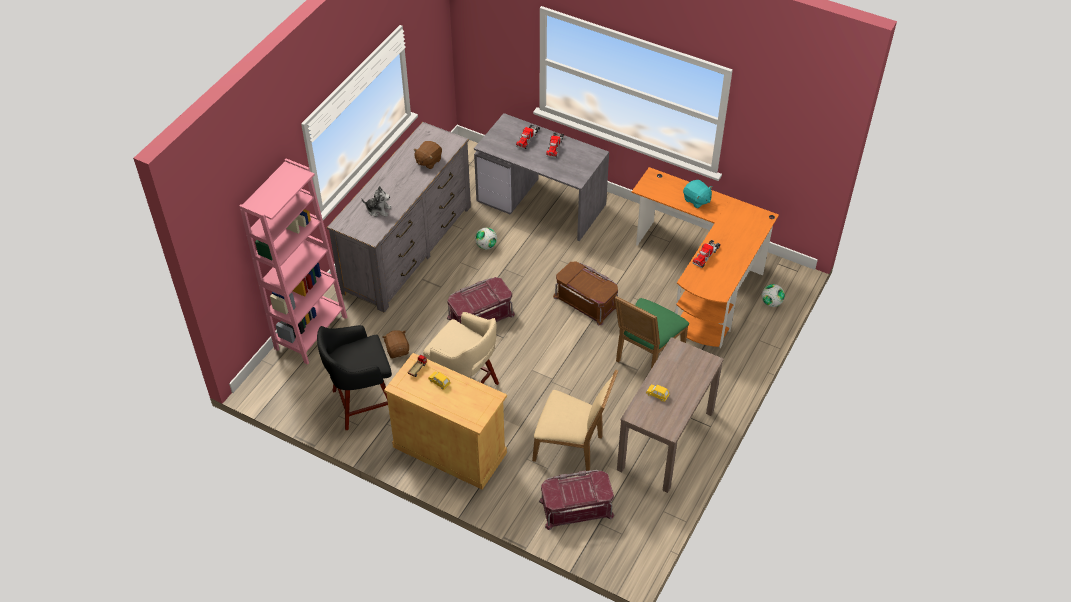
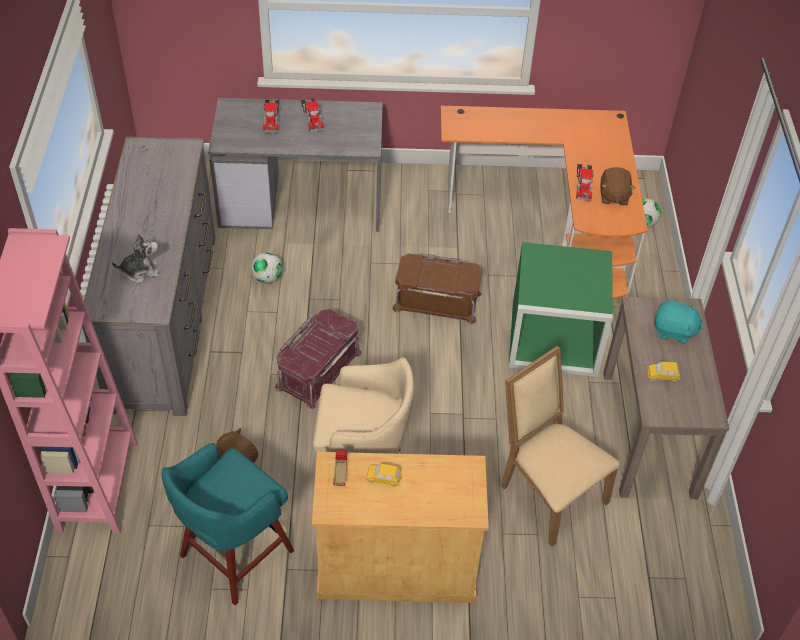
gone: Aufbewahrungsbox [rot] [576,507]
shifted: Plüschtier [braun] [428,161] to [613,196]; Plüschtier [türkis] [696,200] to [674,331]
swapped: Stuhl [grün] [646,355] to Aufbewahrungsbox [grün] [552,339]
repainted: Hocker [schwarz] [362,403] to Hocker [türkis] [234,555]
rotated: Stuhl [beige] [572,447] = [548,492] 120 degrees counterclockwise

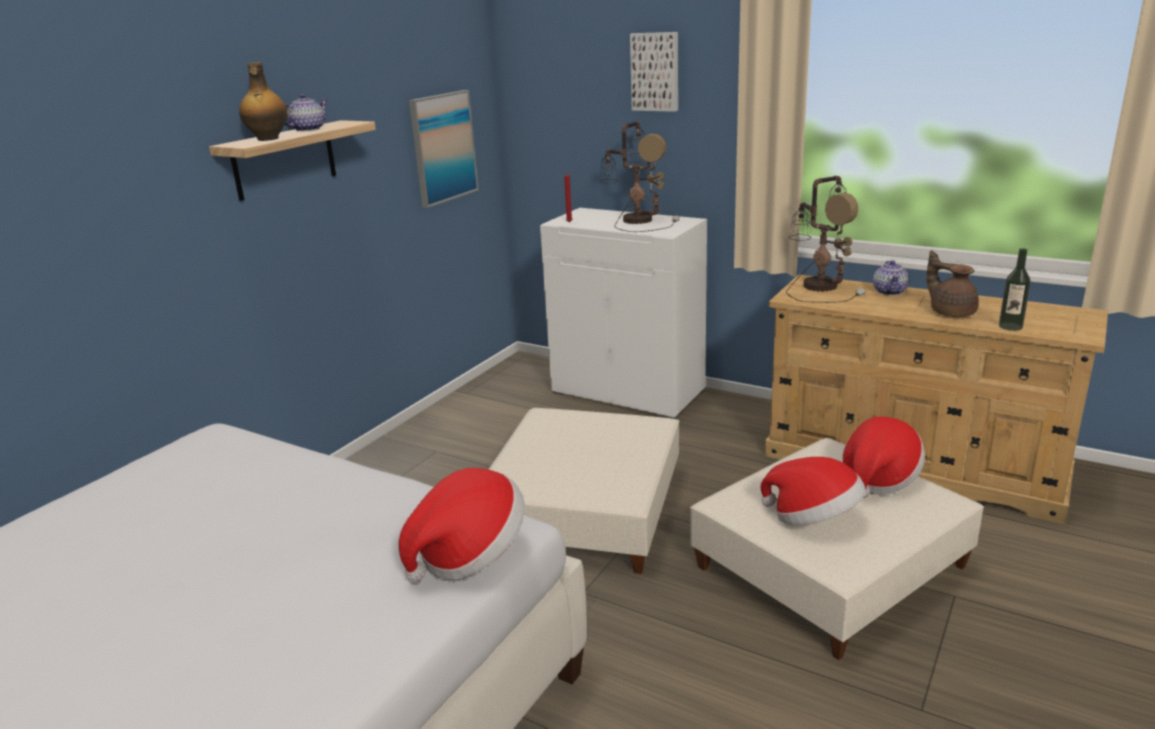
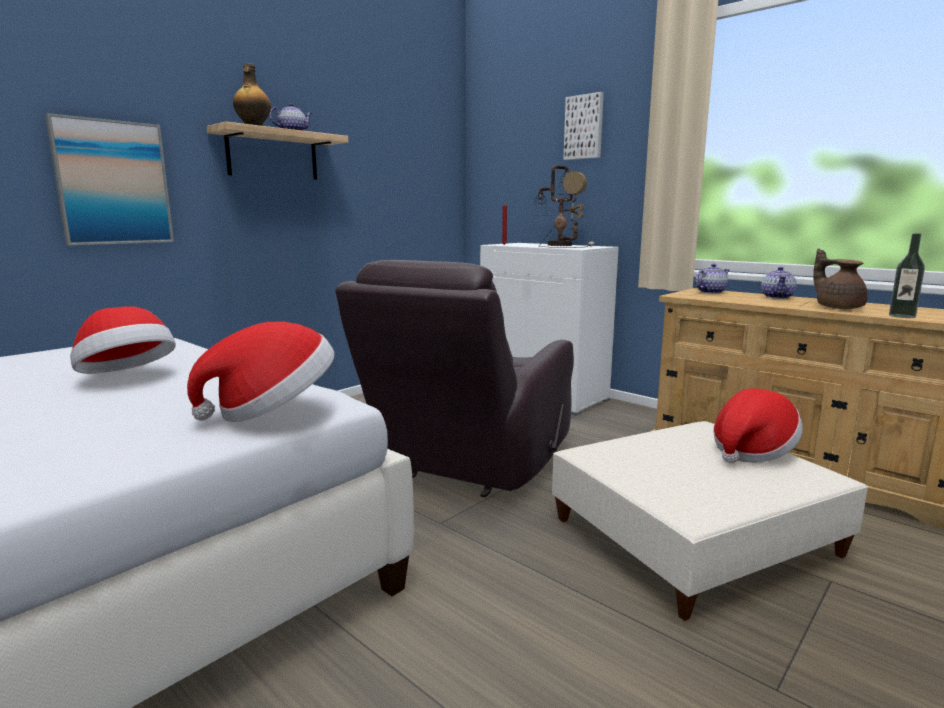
shifted: Bild [443,147] to [113,183]; Hut [813,518] to [127,377]
swapped: Tischlampe [819,285] to Teekanne [710,292]; Polsterhocker [beige] [584,511] to Sessel [braun] [470,465]

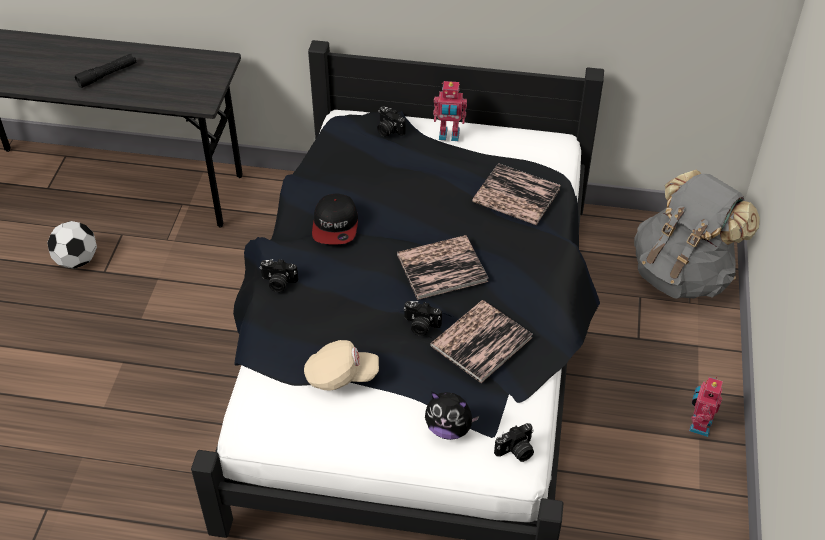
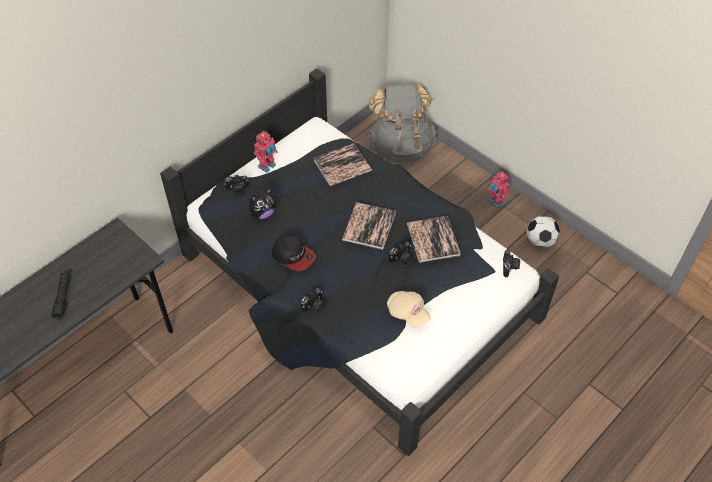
shifted: Fußball [77,261] to [540,241]; Plüschtier [449,429] to [262,213]
rotated: Kappe [beige] [341,376] = [407,313] 105 degrees clockwise

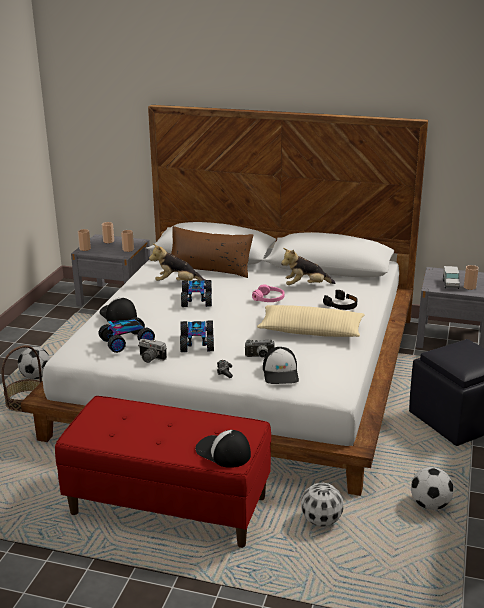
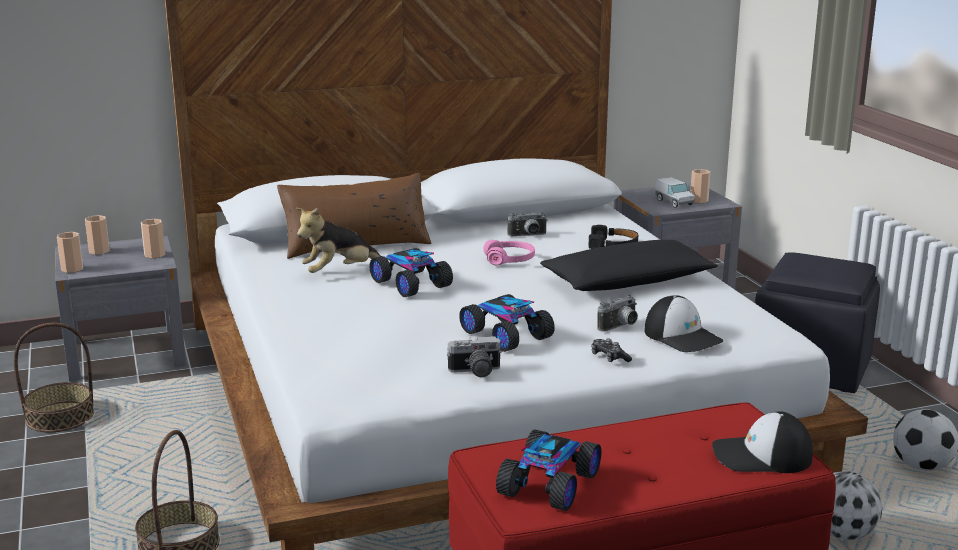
gone: Kappe [118,315]; Fußball [36,376]
new: Korb [60,417]
shifted: Spielzeugauto [127,342] to [551,484]
swapped: Plüschtier [306,286] to Kamera [528,236]
repainted: Kissen [beige] [311,331] to Kissen [schwarz] [628,282]

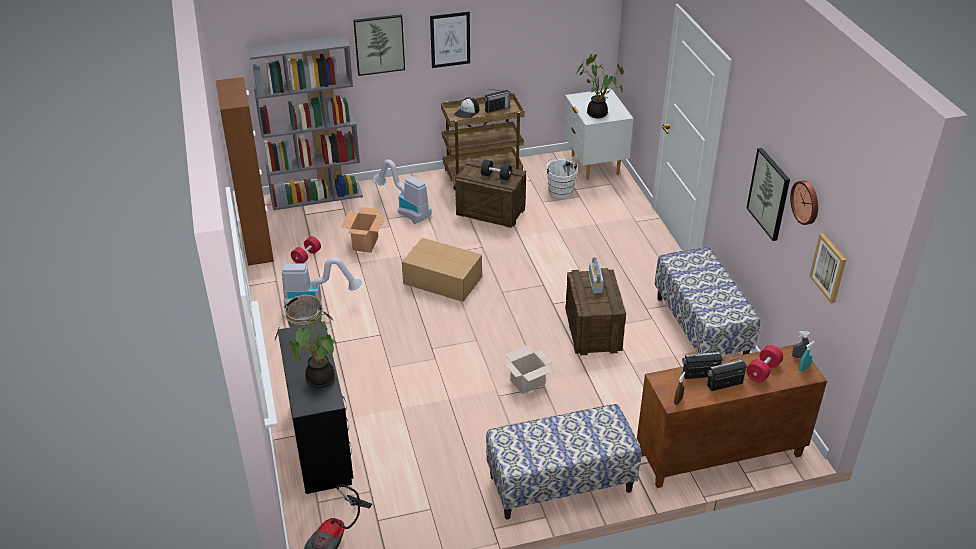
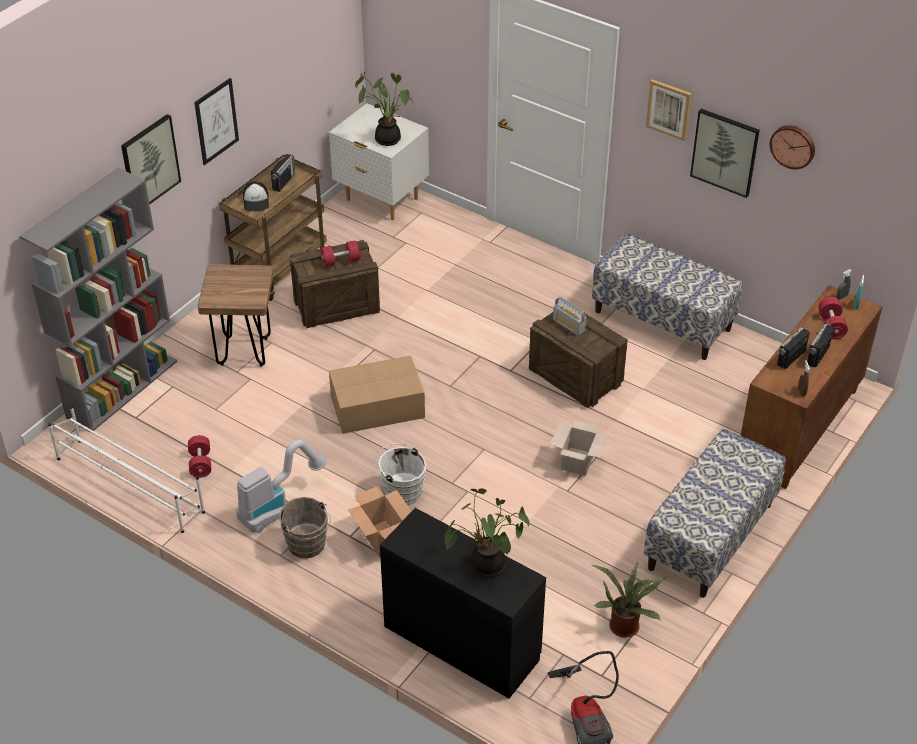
new: Topfpflanze [625,624]
shifted: Eimer [weiß] [560,190] to [400,490]; Karton [365,243] to [382,538]; Bild [829,267] to [669,109]
swapped: Schrank [braun] [258,247] to Schuhregal [weiß] [129,484]; Staubsauger [405,210] to Hocker [braun] [244,352]
repainted: Hantel [schwarz] [496,176] to Hantel [rot] [340,261]

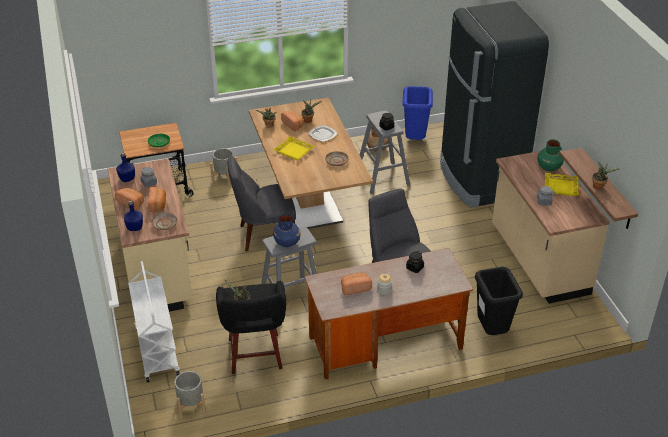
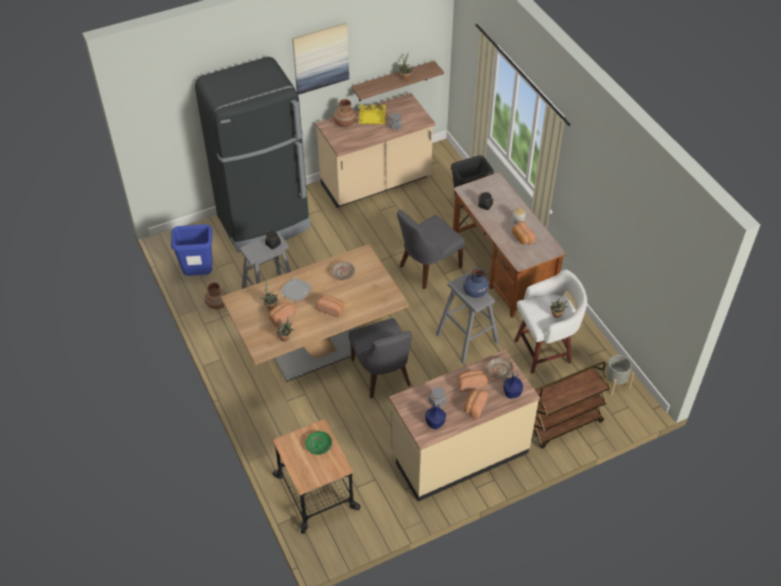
gone: Pflanzkübel [grau] [224,177]
new: Bild [320,58]
swapped: Tablett [gelb] [293,151] to Brot [331,309]
repainted: Vase [grün] [549,167] to Vase [braun] [344,123]; Rollwagen [weiß] [156,350] to Rollwagen [braun] [563,424]; Hocker [schwarz] [255,355] to Hocker [weiß] [544,351]

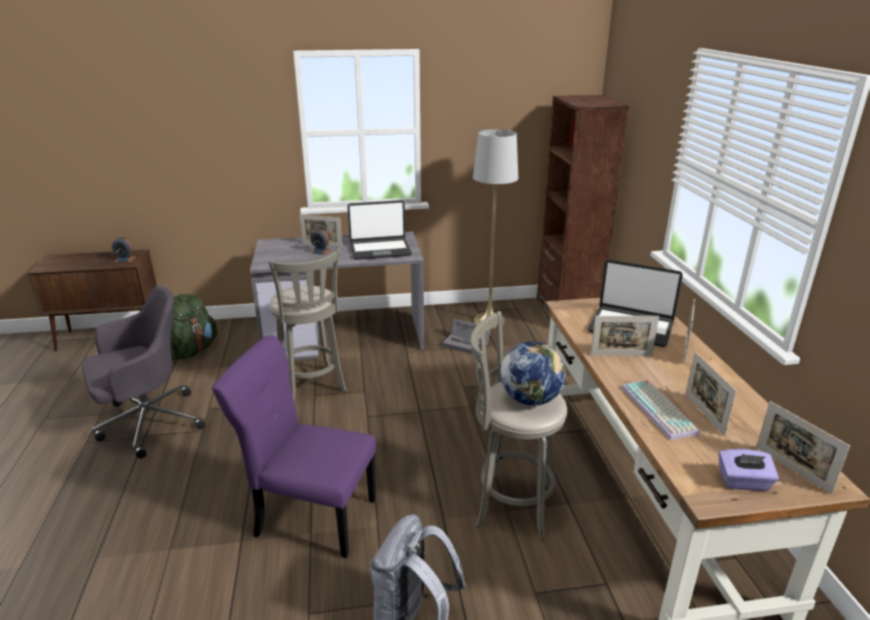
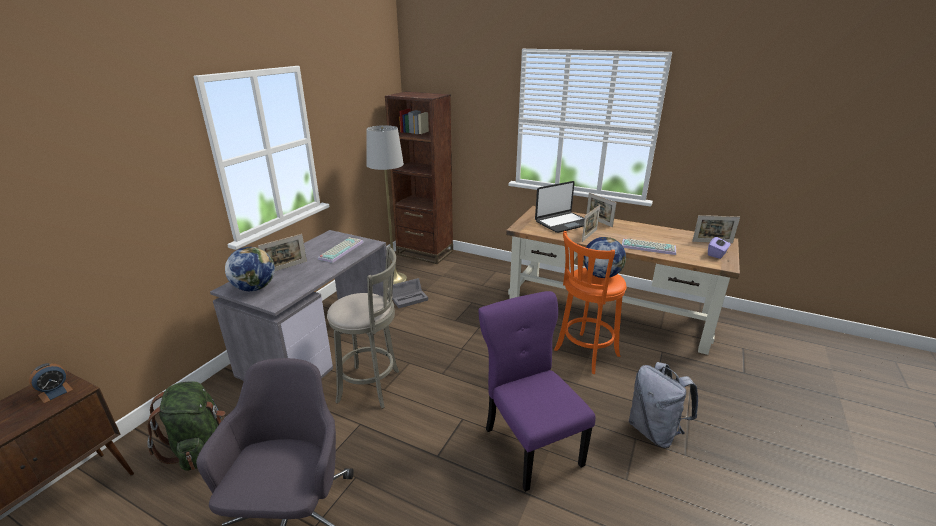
gone: Wecker [321,251]; Bilderrahmen [704,413]
new: Globus [254,288]
swapped: Laptop [380,250] to Tastatur [341,250]
repainted: Hocker [grau] [510,505] to Hocker [orange] [584,354]
rotated: Stuhl [lila] [311,516] = [530,443] 105 degrees clockwise

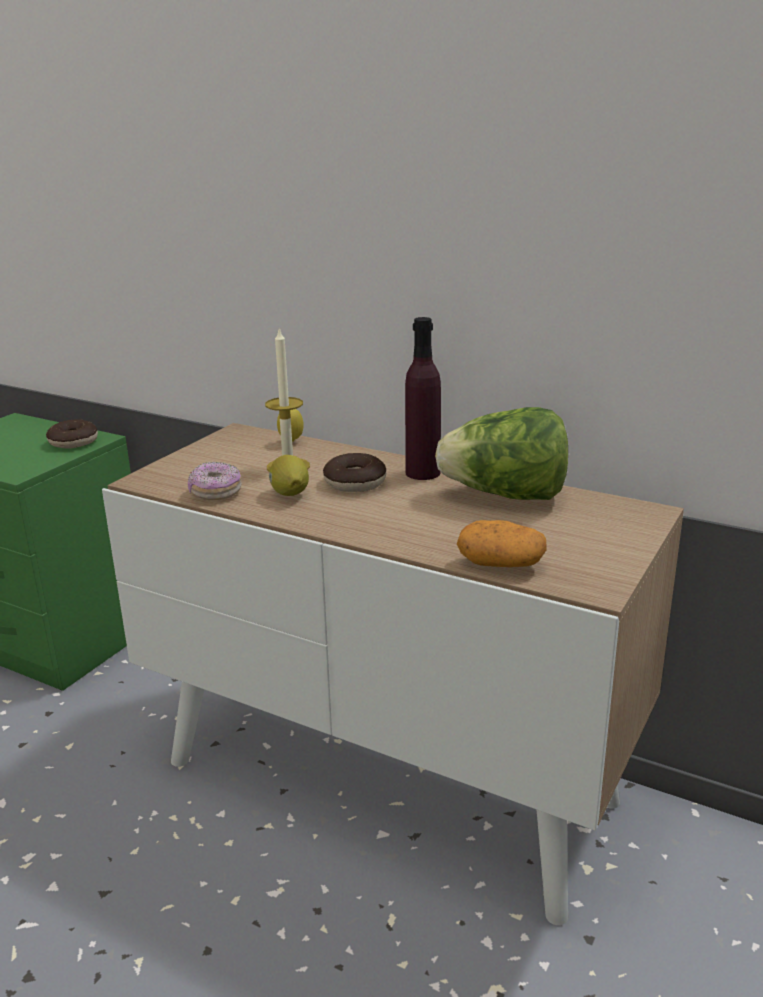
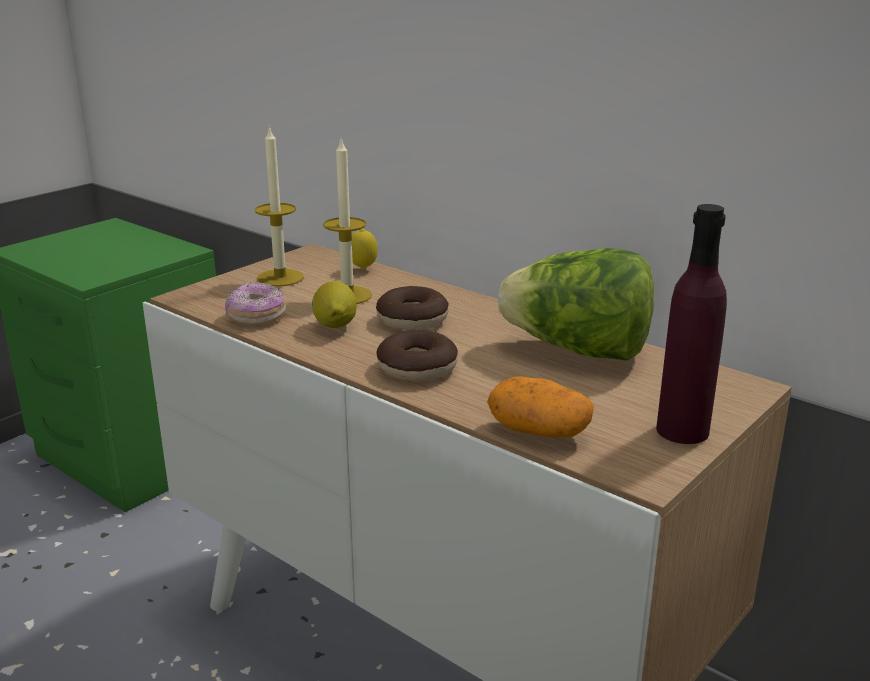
new: Kerze [280,278]
shifted: Flasche [lila] [423,473] to [682,430]; Donut [73,442] to [417,368]

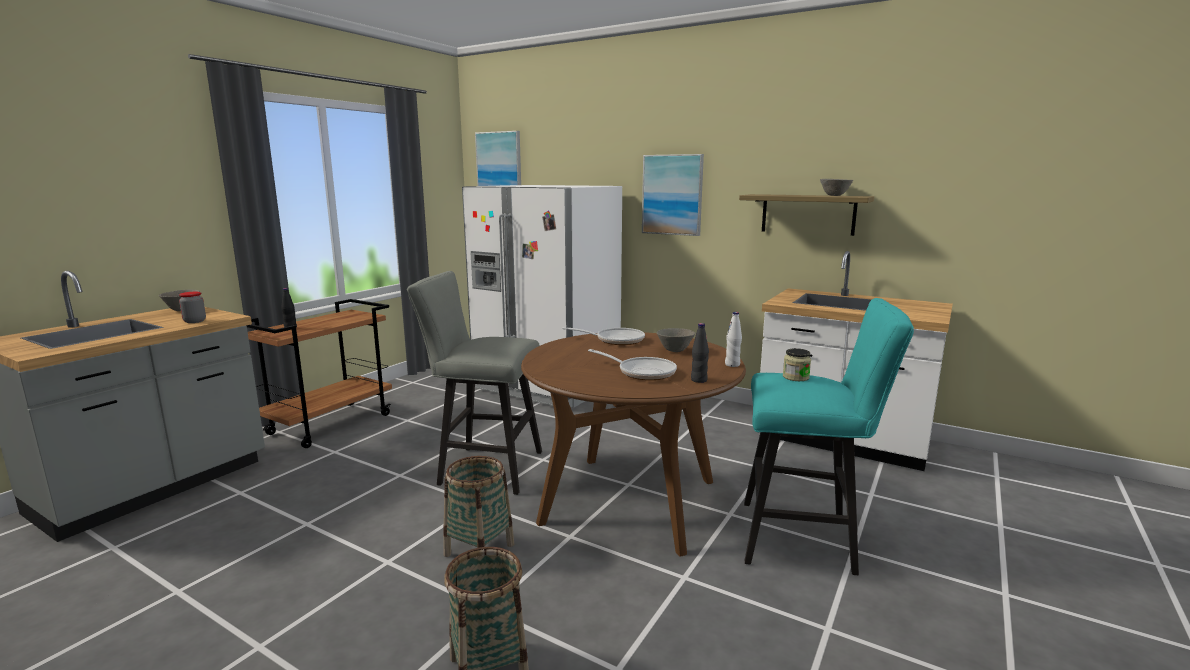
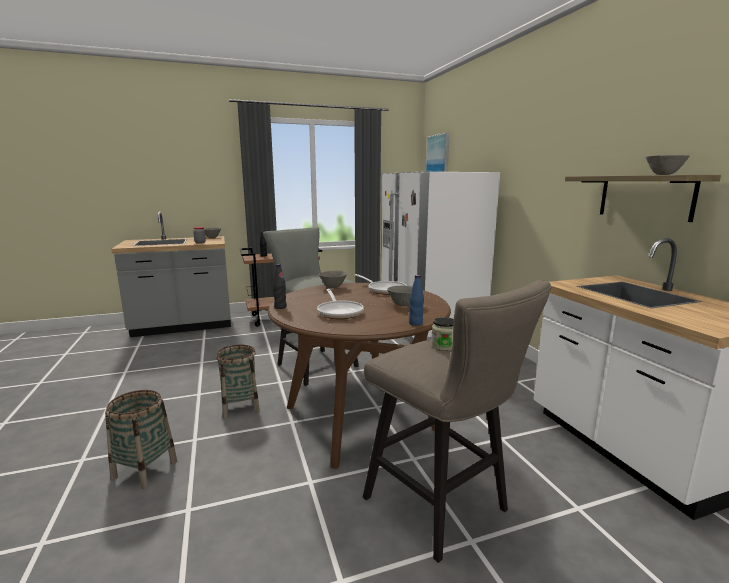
gone: Bild [672,195]
new: Schüssel [grau] [333,287]
shifted: Flasche [schwarz] [699,380] to [280,307]
repainted: Hocker [türkis] [806,539] to Hocker [beige] [443,508]; Flasche [weiß] [732,364] to Flasche [blau] [416,323]

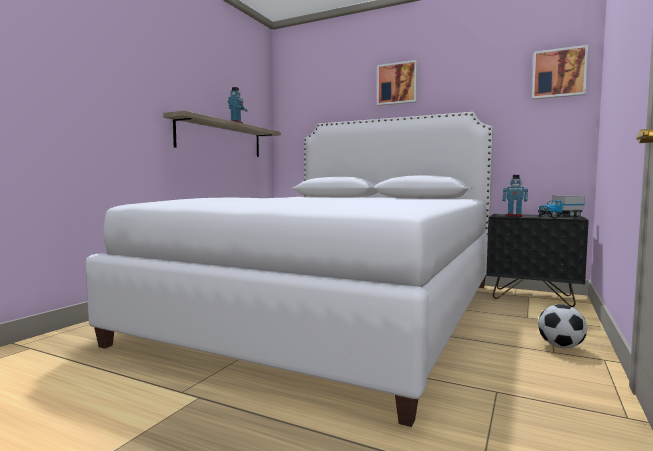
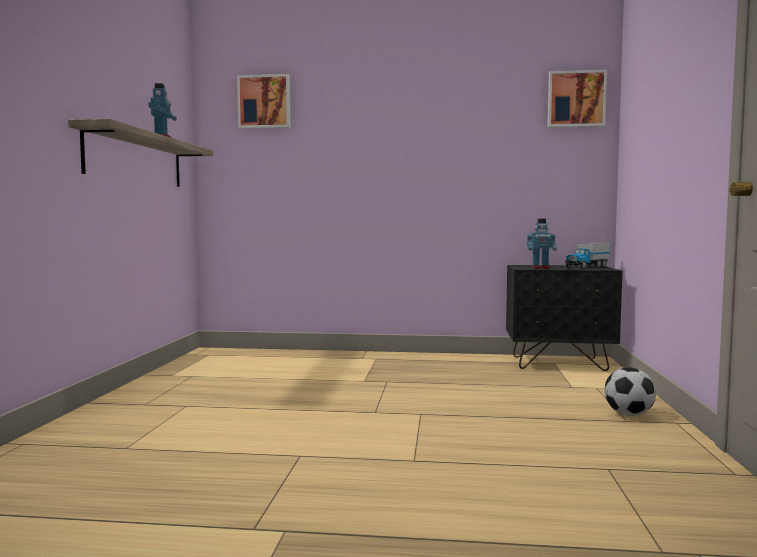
gone: Bett [weiß] [336,309]
shifted: Bild [397,84] to [264,102]

